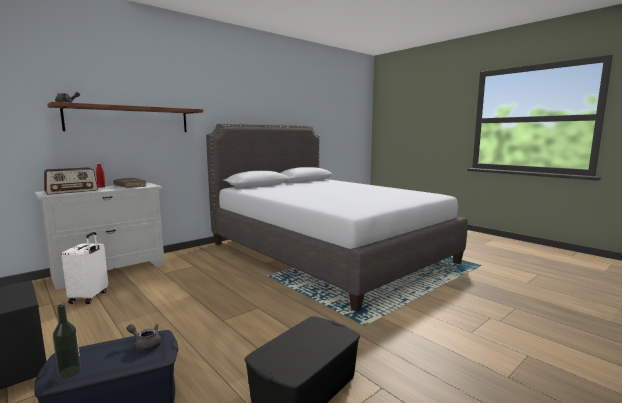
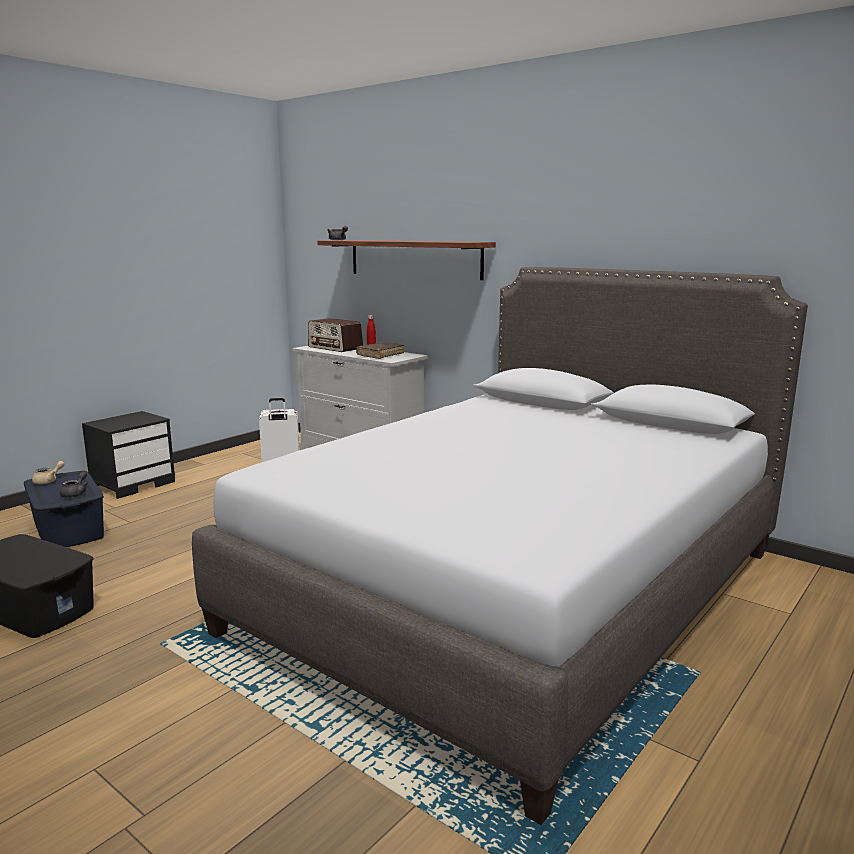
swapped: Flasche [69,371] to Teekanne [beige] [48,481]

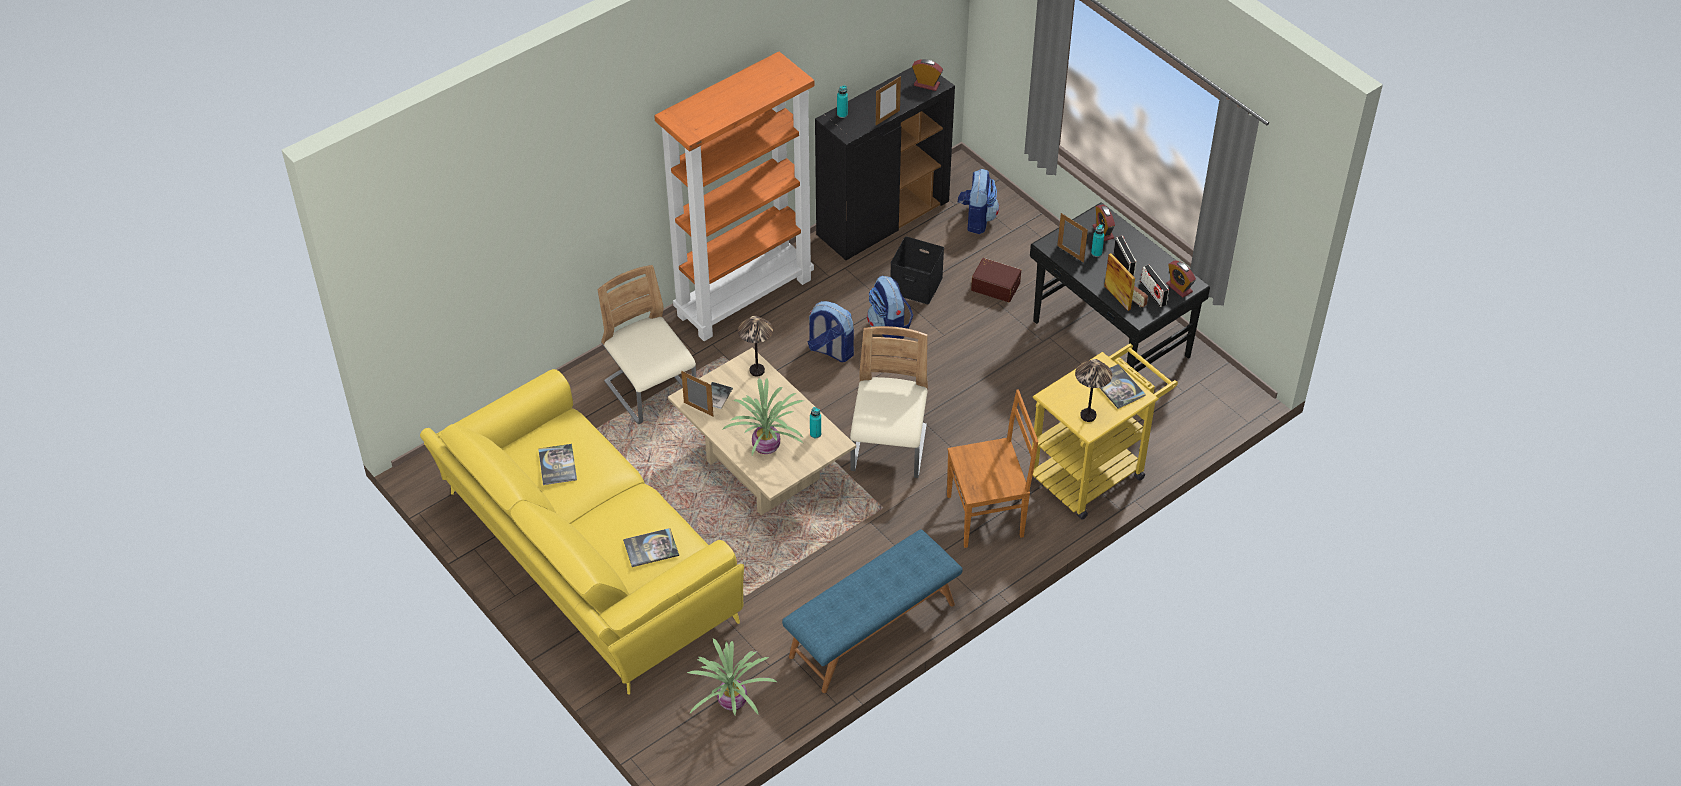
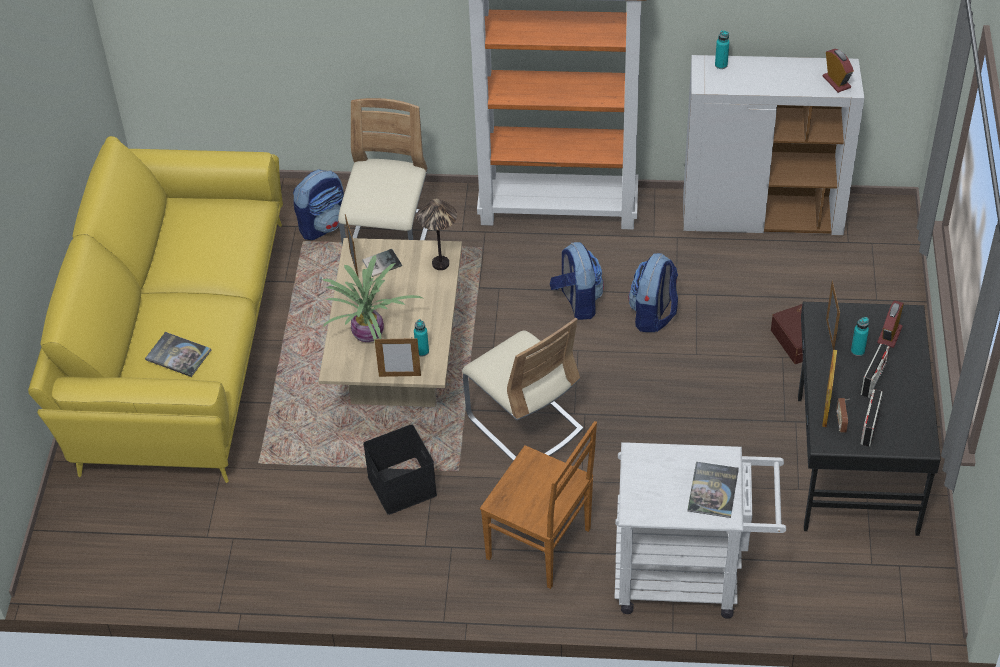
gone: Wecker [1179,288]; Tischlampe [1088,415]; Buch [557,465]; Bank [blau] [873,631]; Topfpflanze [730,702]
shifted: Bilderrahmen [887,117] to [400,376]; Rucksack [976,219] to [323,225]; Aufbewahrungsbox [schwarz] [917,284] to [403,486]
repainted: Schrank [schwarz] [883,219] to Schrank [weiß] [762,215]; Rollwagen [gelb] [1094,471] to Rollwagen [weiß] [690,576]
rotated: Stuhl [beige] [889,450] = [524,423] 90 degrees clockwise

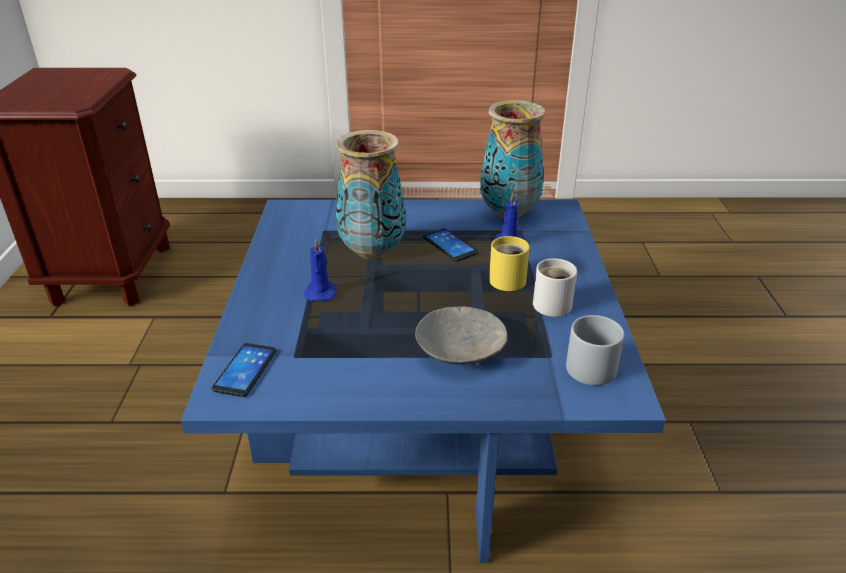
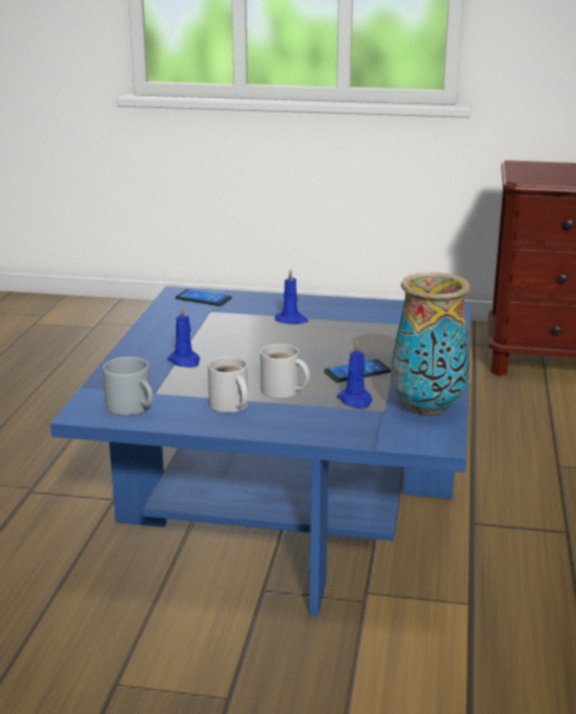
gone: Vase [372,252]
swapped: Schüssel [grau] [461,350] to Kerze [blau] [185,361]
repainted: Henkelbecher [gelb] [509,279] to Henkelbecher [weiß] [282,391]

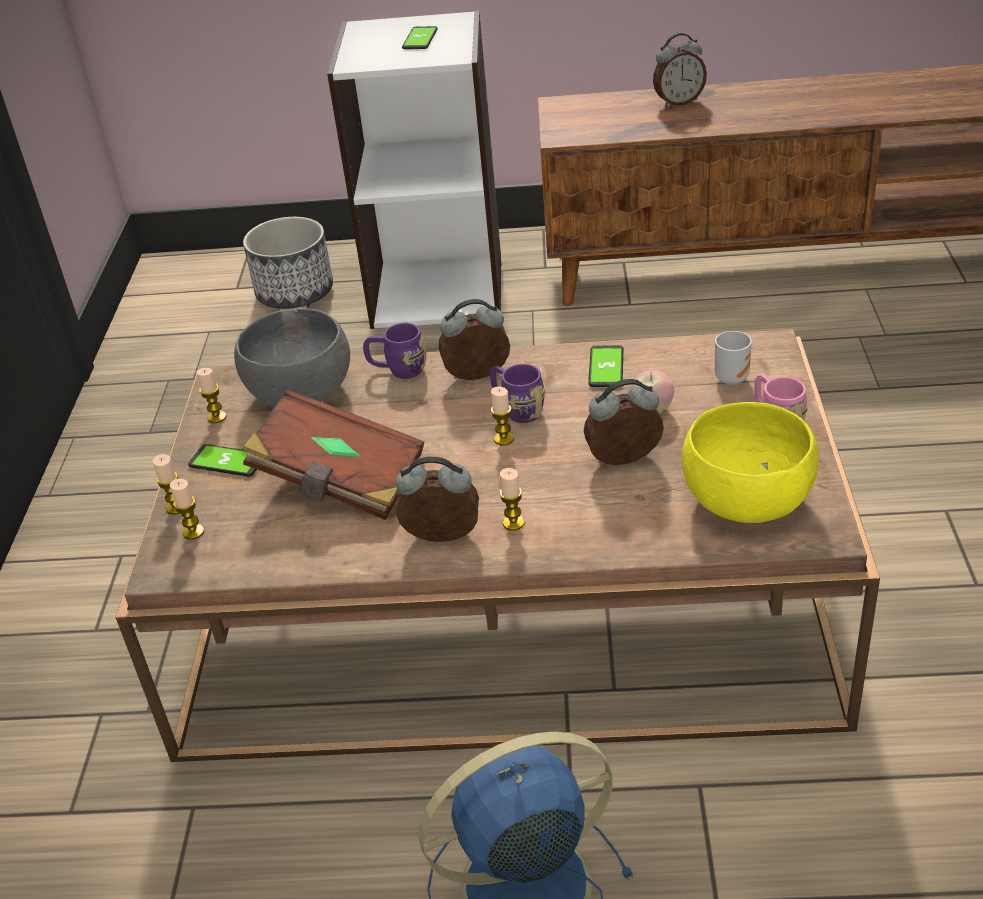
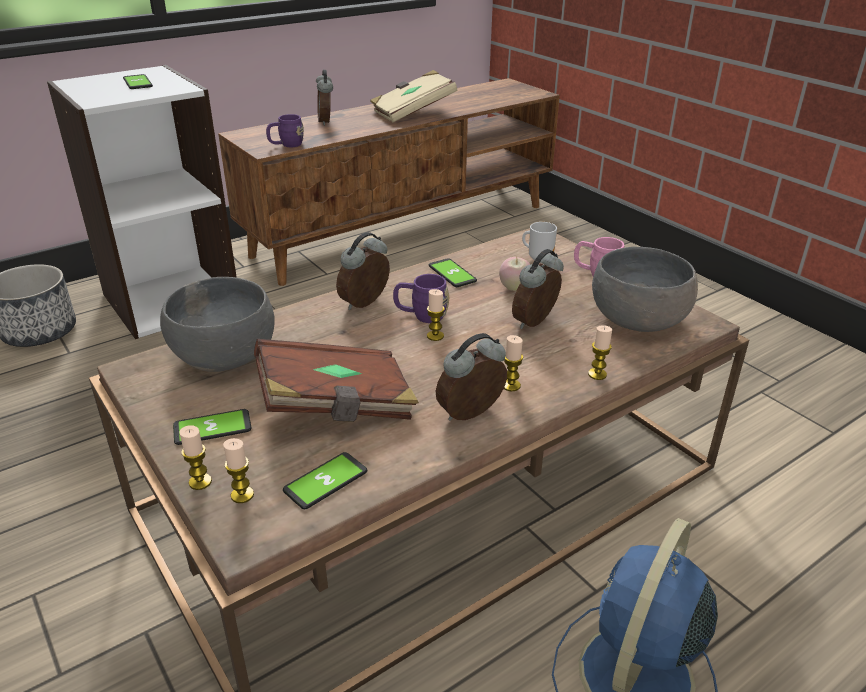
new: Buch [beige] [413,112]; Handy [325,481]
shifted: Henkelbecher [lila] [398,370] to [286,145]; Kerze [217,417] to [597,374]
repainted: Schüssel [gelb] [747,500] to Schüssel [grau] [638,320]
rotated: Wecker [678,102] = [326,122] 135 degrees clockwise

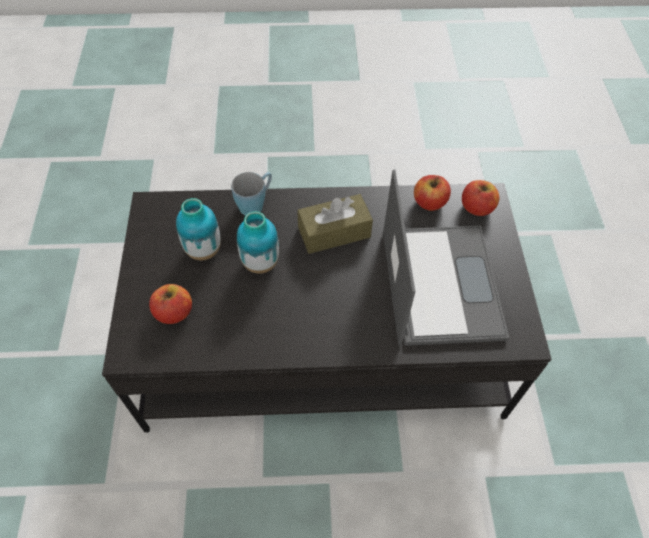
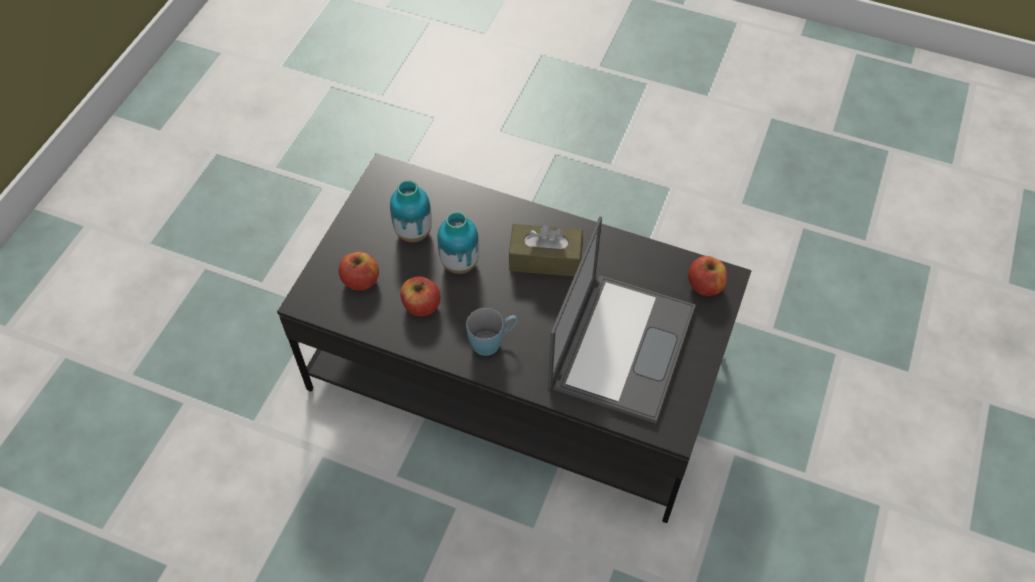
shifted: Henkelbecher [blau] [255,203] to [492,341]; Apfel [429,202] to [421,306]

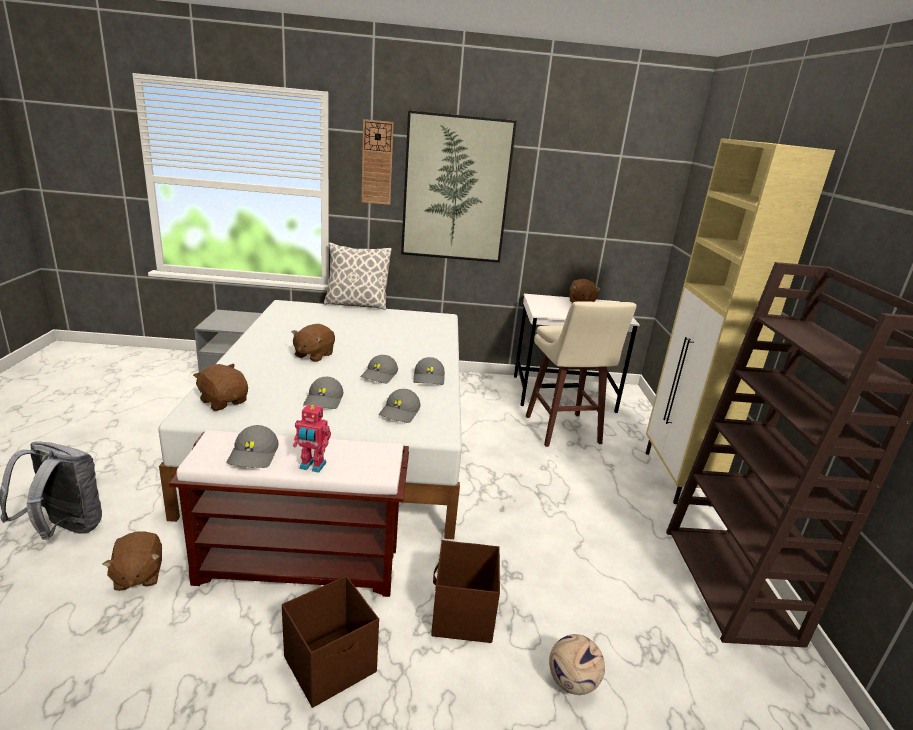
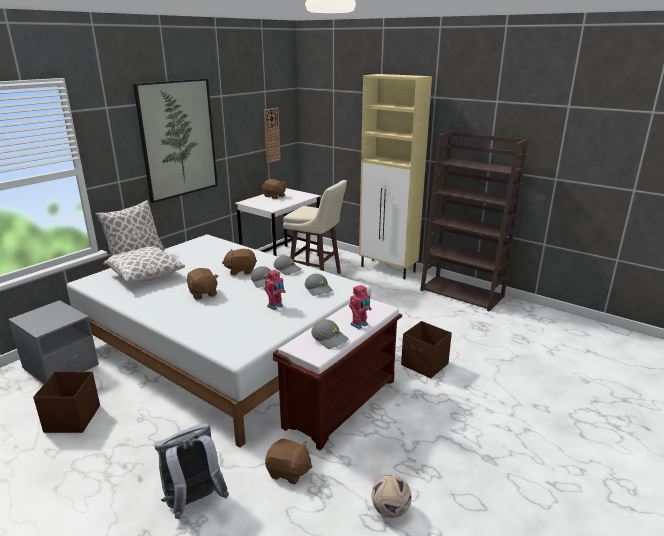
new: Kissen [145,276]
shifted: Wanduhr [377,163] to [271,135]; Plüschtier [braun] [224,401] to [241,271]; Aufbewahrungsbox [braun] [331,665] to [73,418]; Fußball [571,682] to [390,510]
swapped: Kappe [grau] [324,400] to Spielzeugroboter [275,306]

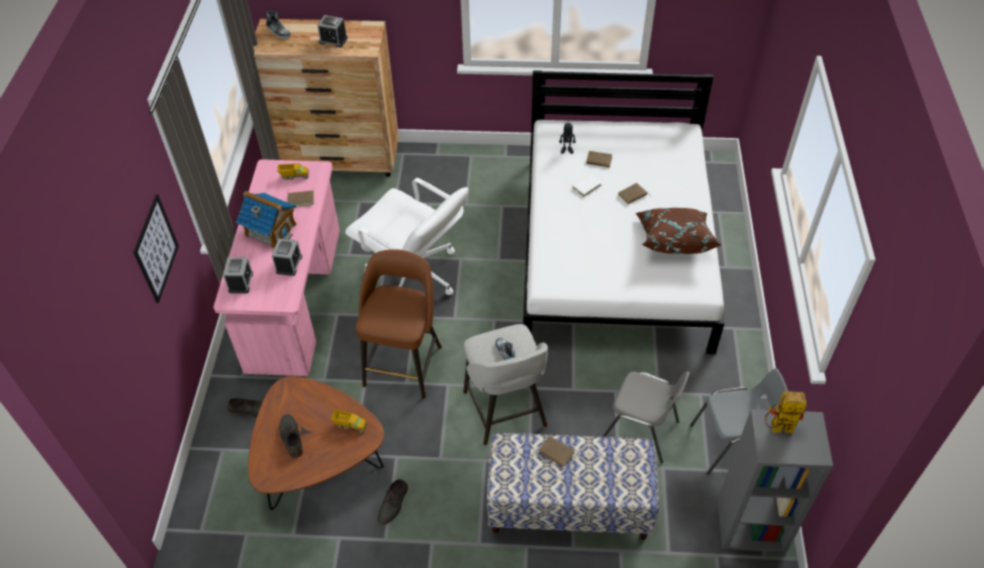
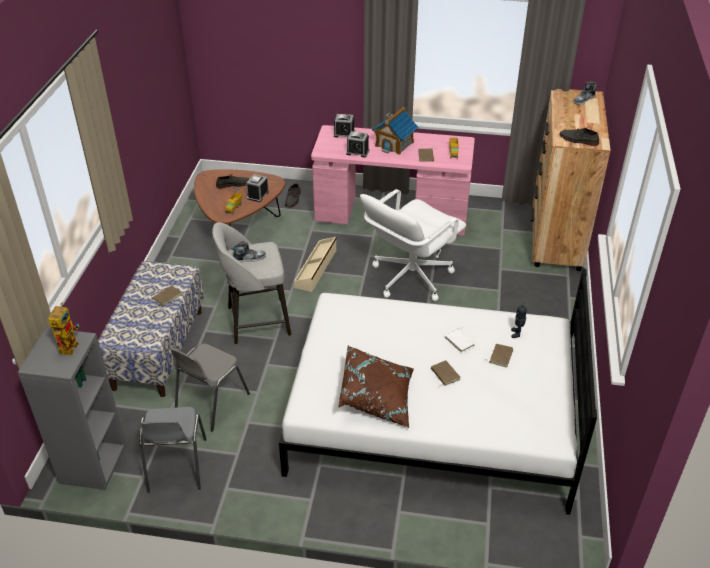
gone: Bild [156,249]
shifted: Wecker [333,40] to [258,195]; Schuh [grau] [393,504] to [578,140]
swapped: Hocker [braun] [404,364] to Aufbewahrungsbox [beige] [316,269]

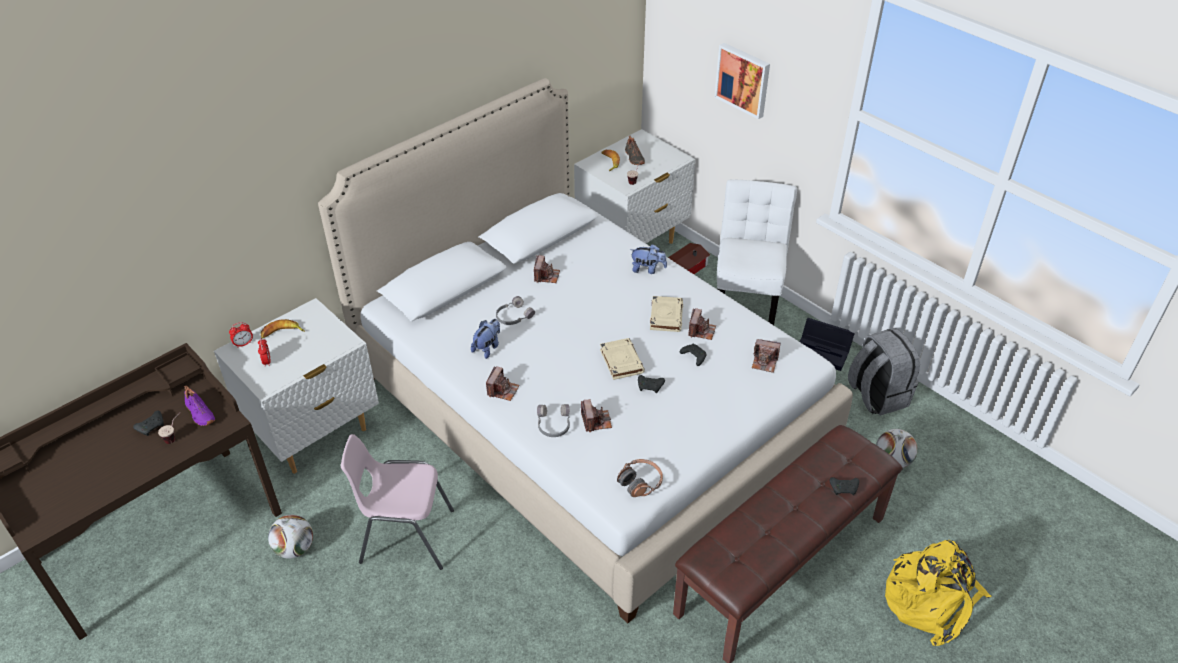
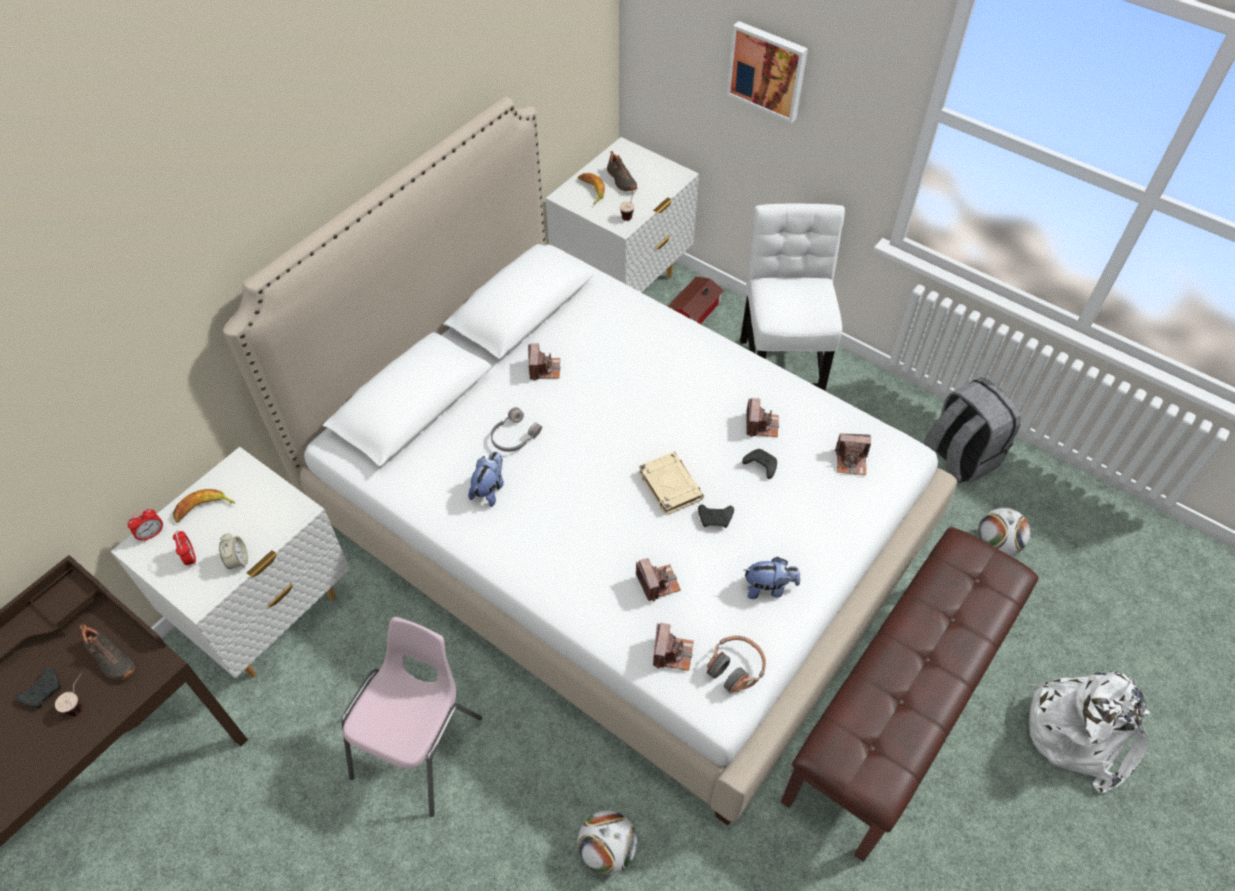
gone: Buch [beige] [666,316]; Aufbewahrungsbox [schwarz] [824,351]; Kopfhörer [grau] [553,425]; Gamepad [schwarz] [844,488]
new: Wecker [238,560]
shifted: Plüschtier [647,269] to [768,588]; Kamera [502,390] to [672,653]; Fußball [295,548] to [607,850]
repainted: Schuh [lila] [199,414] to Schuh [schwarz] [110,659]; Rucksack [gelb] [931,600] to Rucksack [weiß] [1081,729]
rotated: Stuhl [rosa] [406,536] = [420,747] 120 degrees clockwise

